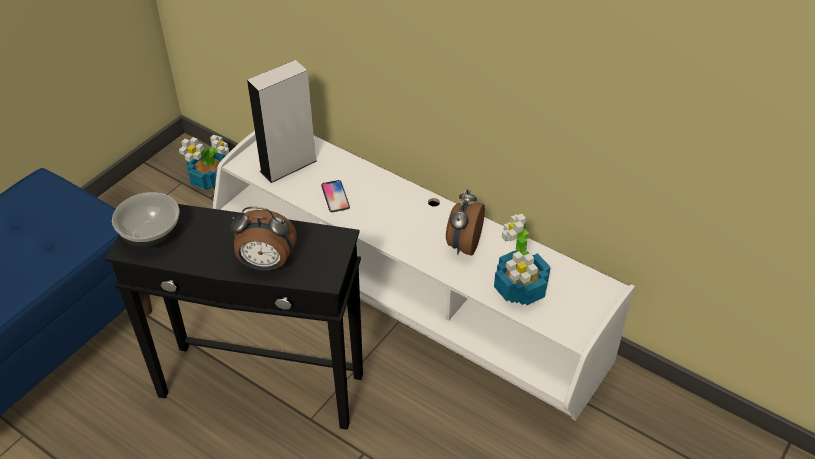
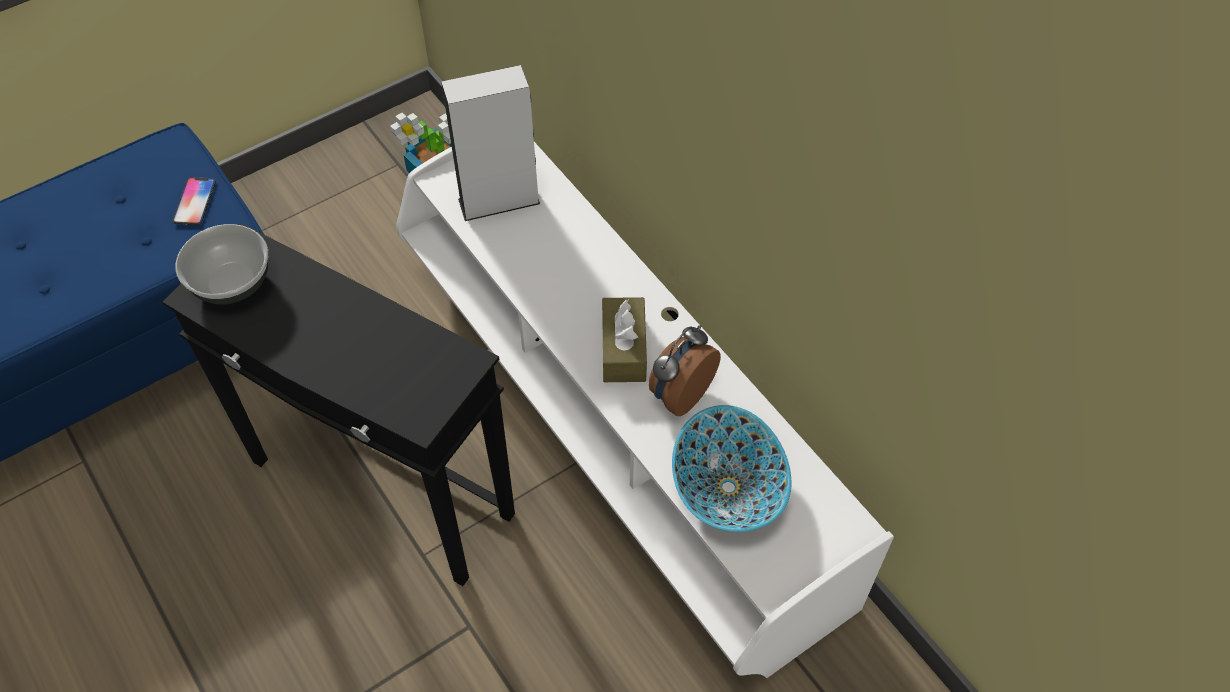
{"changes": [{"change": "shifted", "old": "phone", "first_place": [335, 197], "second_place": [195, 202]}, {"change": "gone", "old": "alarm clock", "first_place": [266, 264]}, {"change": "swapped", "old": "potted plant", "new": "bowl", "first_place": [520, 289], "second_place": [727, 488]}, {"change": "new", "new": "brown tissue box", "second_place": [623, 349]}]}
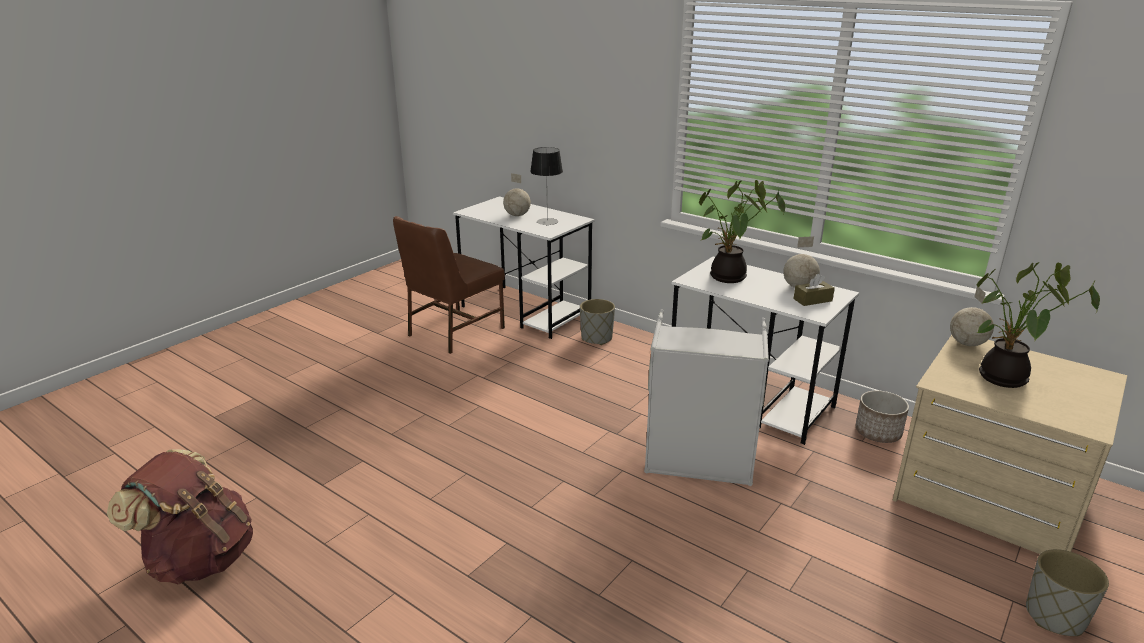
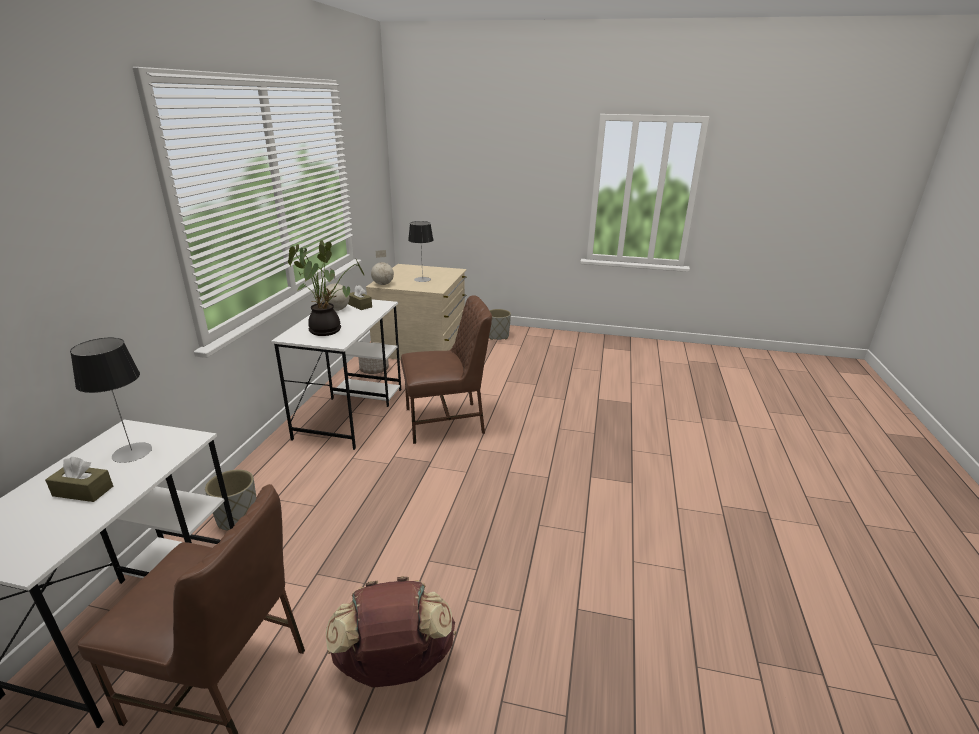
{"changes": [{"change": "swapped", "old": "globe", "new": "brown tissue box", "first_place": [517, 215], "second_place": [83, 491]}, {"change": "swapped", "old": "potted plant", "new": "table lamp", "first_place": [1004, 380], "second_place": [422, 279]}, {"change": "swapped", "old": "grey laundry basket", "new": "brown chair", "first_place": [698, 462], "second_place": [446, 421]}, {"change": "shifted", "old": "brown backpack", "first_place": [200, 558], "second_place": [395, 666]}]}
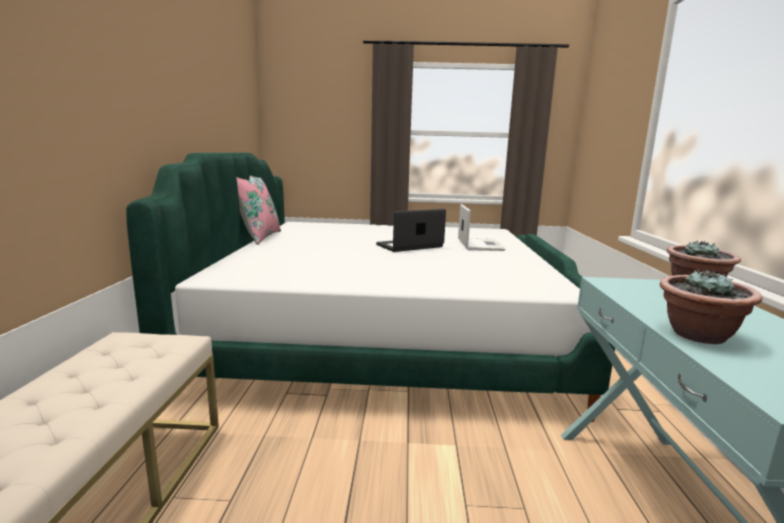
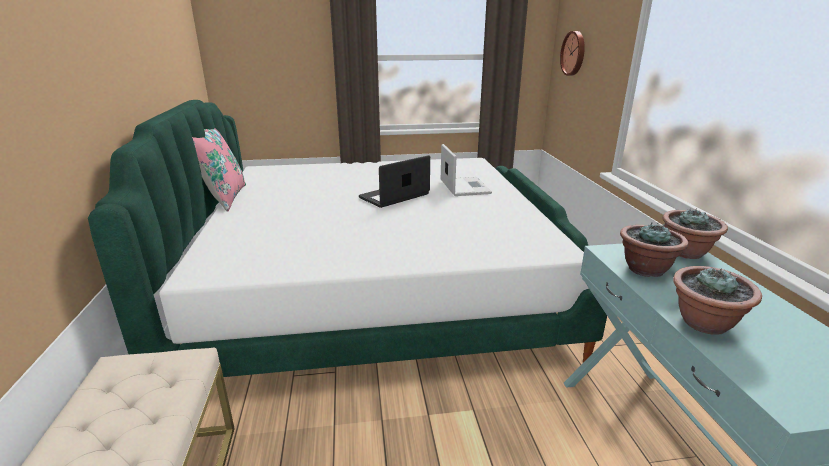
{"changes": [{"change": "new", "new": "wall clock", "second_place": [574, 53]}, {"change": "new", "new": "potted plant", "second_place": [645, 269]}]}
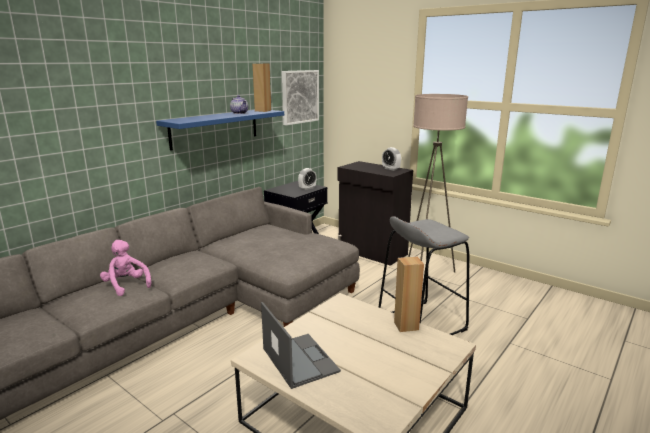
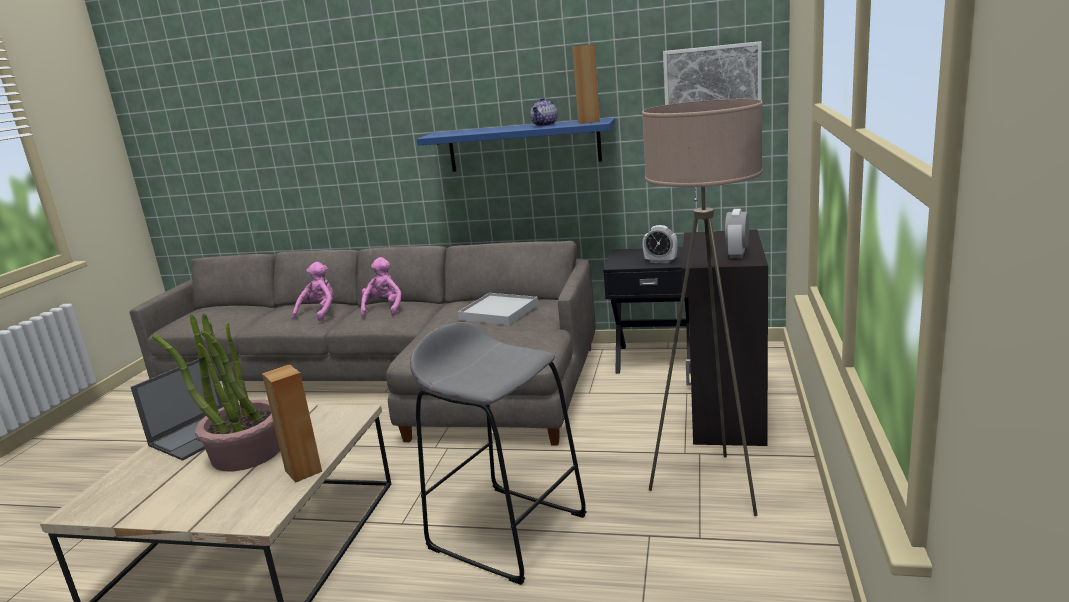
{"changes": [{"change": "new", "new": "pink plush toy", "second_place": [384, 309]}, {"change": "new", "new": "white tray", "second_place": [499, 312]}, {"change": "new", "new": "potted plant", "second_place": [246, 453]}]}
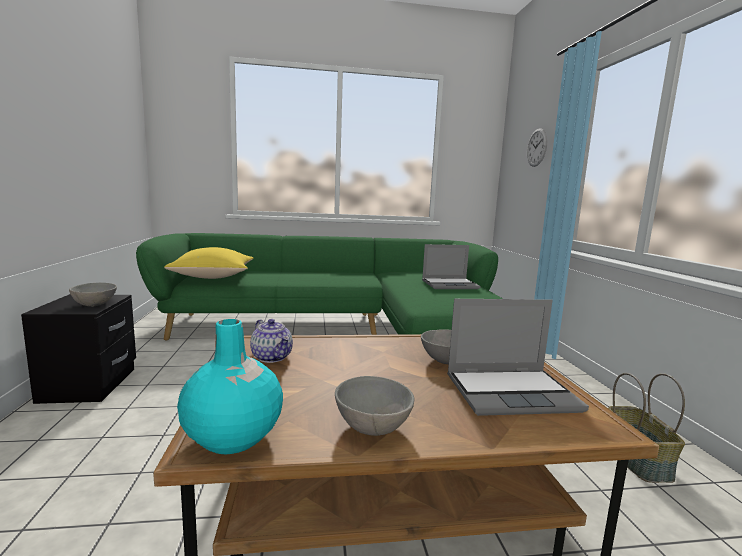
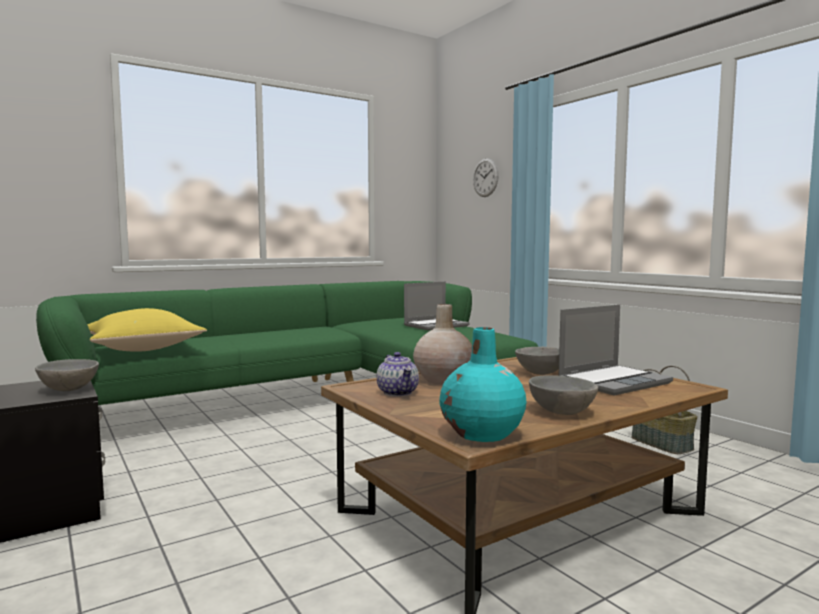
{"changes": [{"change": "rotated", "old": "teapot", "first_place": [272, 357], "second_place": [398, 392], "degrees": 45}, {"change": "new", "new": "beige vase", "second_place": [443, 379]}]}
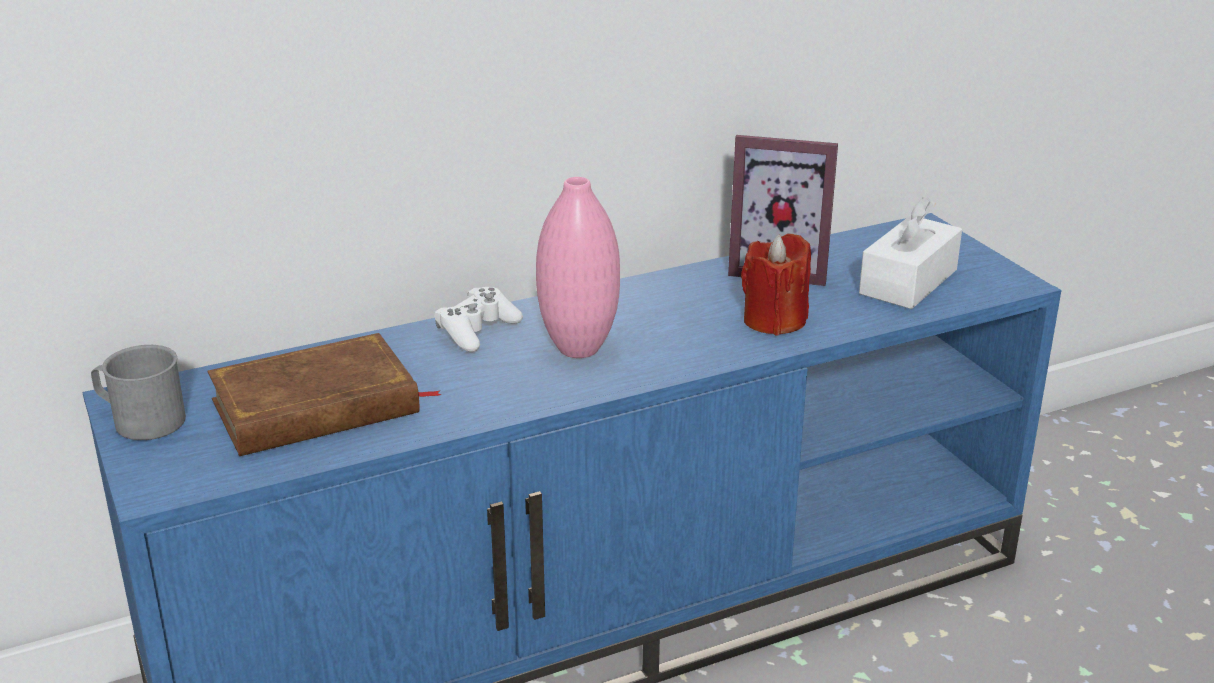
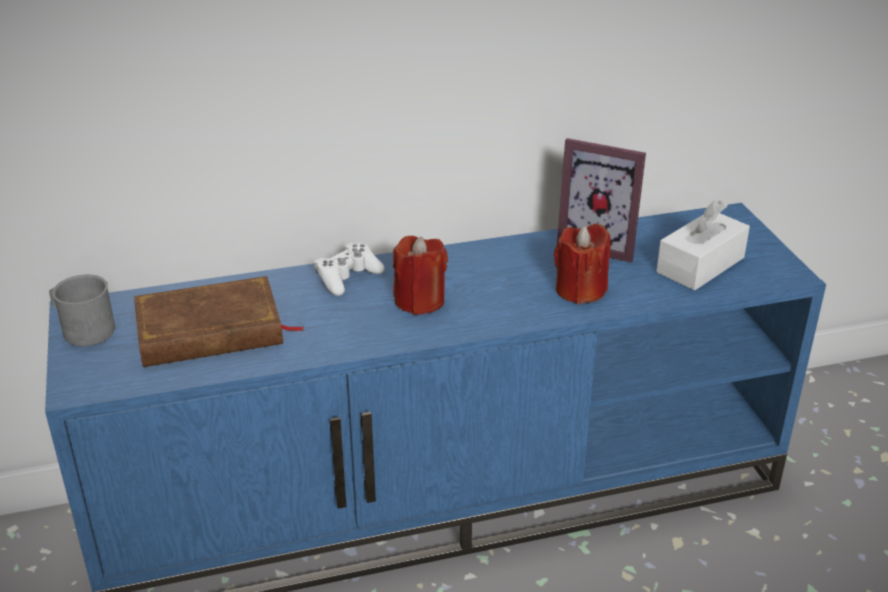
{"changes": [{"change": "swapped", "old": "pink vase", "new": "red candle", "first_place": [578, 349], "second_place": [419, 300]}]}
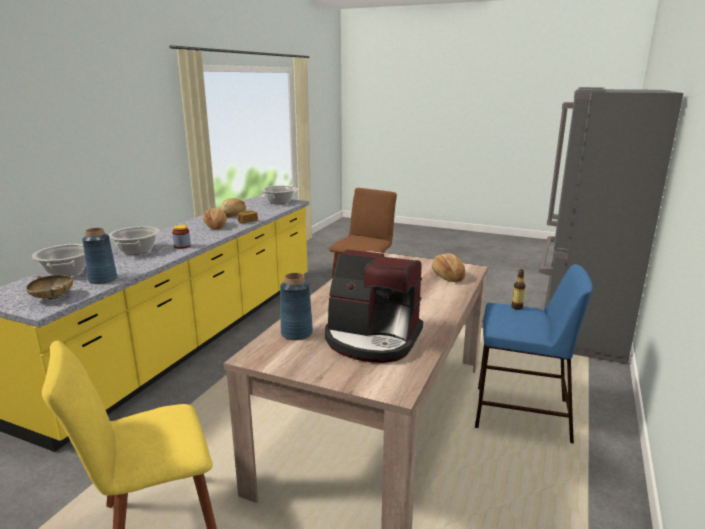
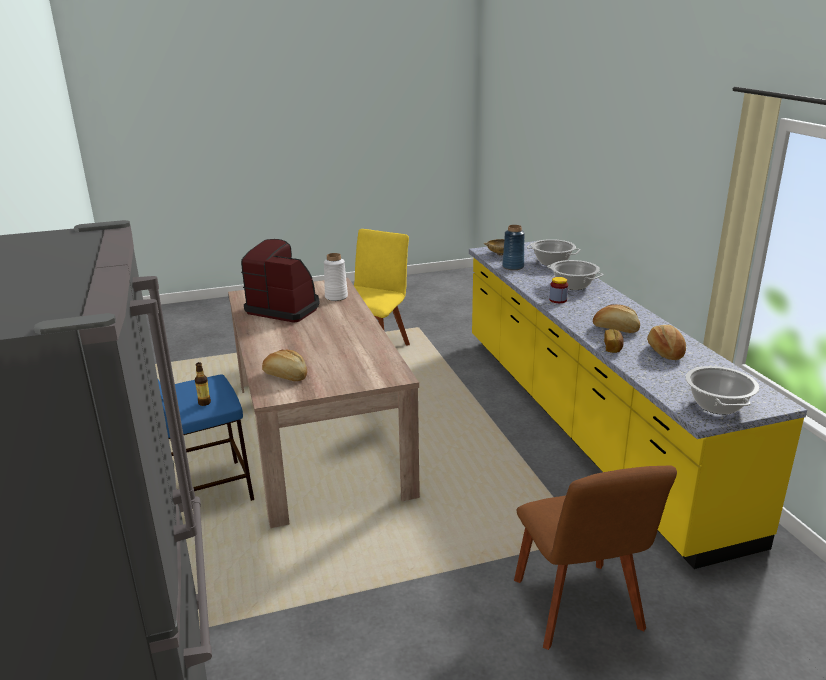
{"changes": [{"change": "rotated", "old": "coffee machine", "first_place": [372, 339], "second_place": [285, 308], "degrees": 45}, {"change": "repainted", "old": "blue vase", "new": "white vase", "first_place": [297, 333], "second_place": [336, 297]}]}
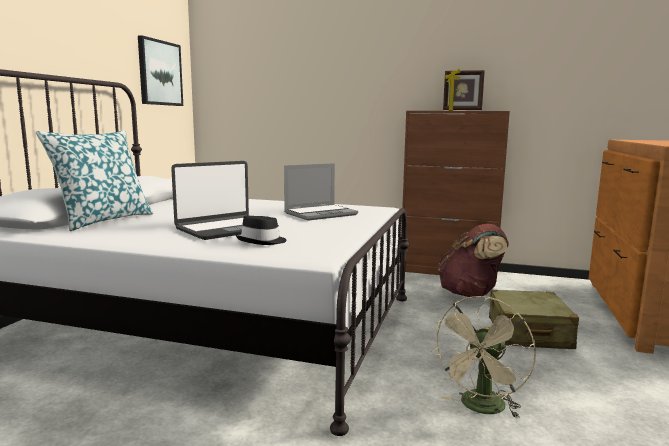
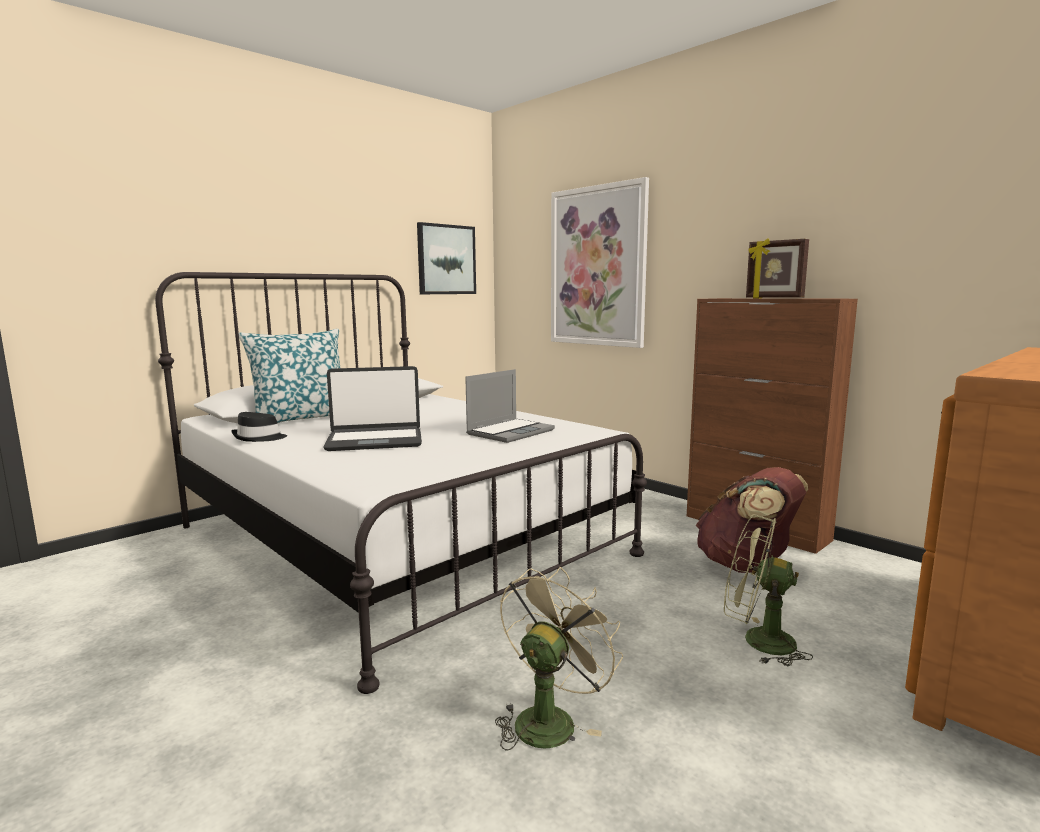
{"changes": [{"change": "rotated", "old": "laptop", "first_place": [321, 214], "second_place": [510, 432], "degrees": -45}, {"change": "shifted", "old": "black hat", "first_place": [262, 241], "second_place": [259, 438]}, {"change": "swapped", "old": "beige suitcase", "new": "green fan", "first_place": [528, 333], "second_place": [757, 641]}, {"change": "rotated", "old": "beige fan", "first_place": [481, 408], "second_place": [549, 718], "degrees": 150}, {"change": "new", "new": "picture", "second_place": [597, 267]}]}
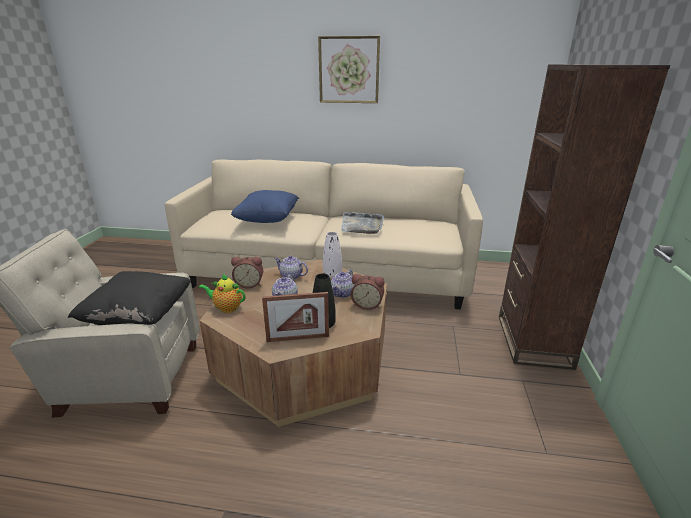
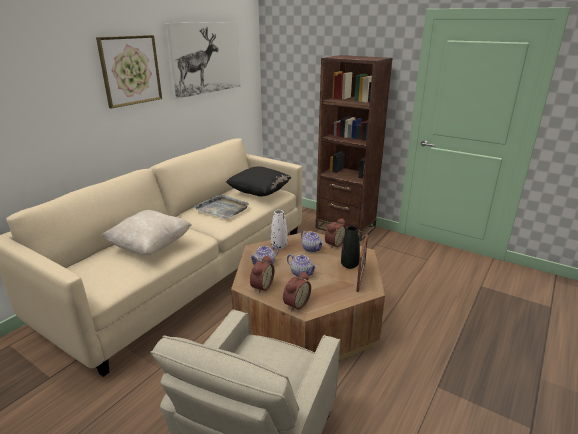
{"changes": [{"change": "repainted", "old": "blue pillow", "new": "beige pillow", "first_place": [267, 220], "second_place": [150, 246]}, {"change": "shifted", "old": "black pillow", "first_place": [139, 317], "second_place": [259, 193]}, {"change": "swapped", "old": "teapot", "new": "alarm clock", "first_place": [226, 308], "second_place": [295, 304]}, {"change": "new", "new": "picture", "second_place": [205, 58]}]}
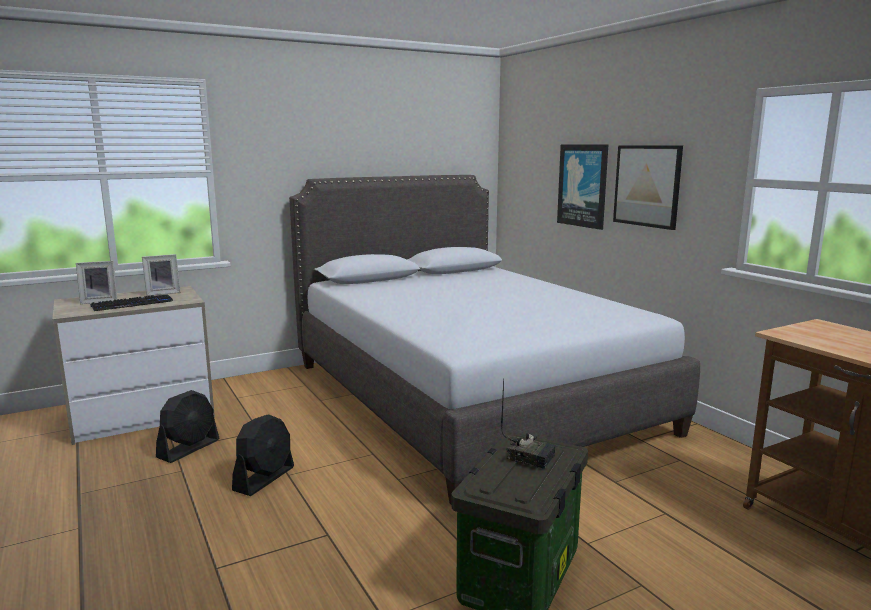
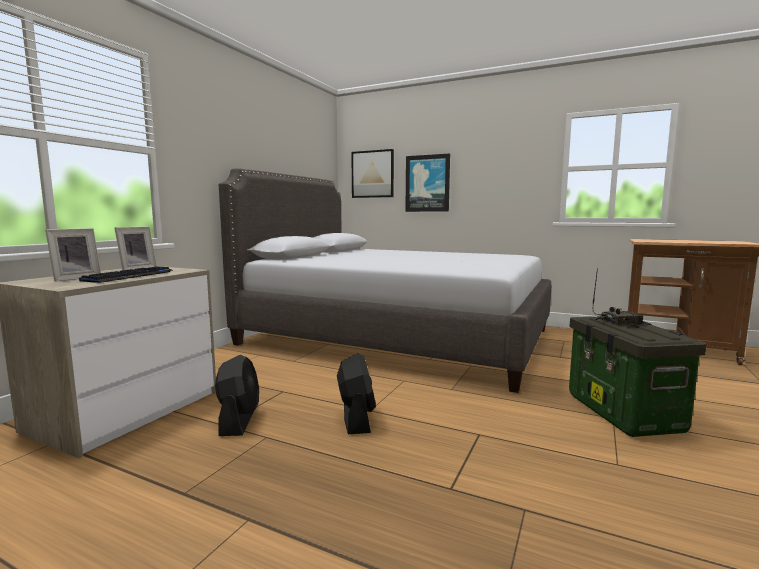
{"changes": [{"change": "shifted", "old": "picture", "first_place": [647, 186], "second_place": [372, 174]}]}
